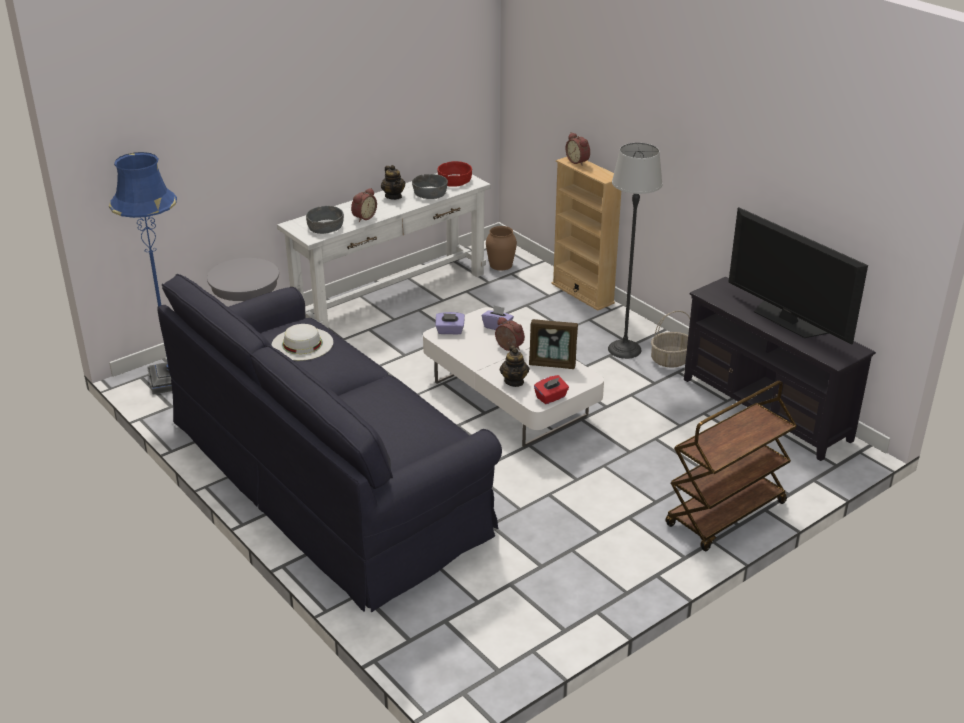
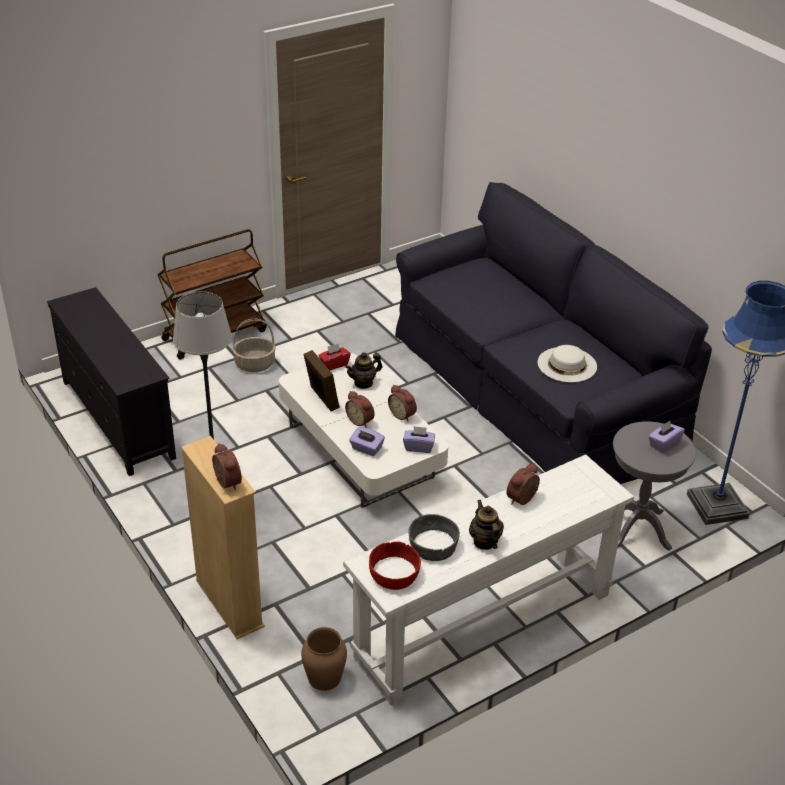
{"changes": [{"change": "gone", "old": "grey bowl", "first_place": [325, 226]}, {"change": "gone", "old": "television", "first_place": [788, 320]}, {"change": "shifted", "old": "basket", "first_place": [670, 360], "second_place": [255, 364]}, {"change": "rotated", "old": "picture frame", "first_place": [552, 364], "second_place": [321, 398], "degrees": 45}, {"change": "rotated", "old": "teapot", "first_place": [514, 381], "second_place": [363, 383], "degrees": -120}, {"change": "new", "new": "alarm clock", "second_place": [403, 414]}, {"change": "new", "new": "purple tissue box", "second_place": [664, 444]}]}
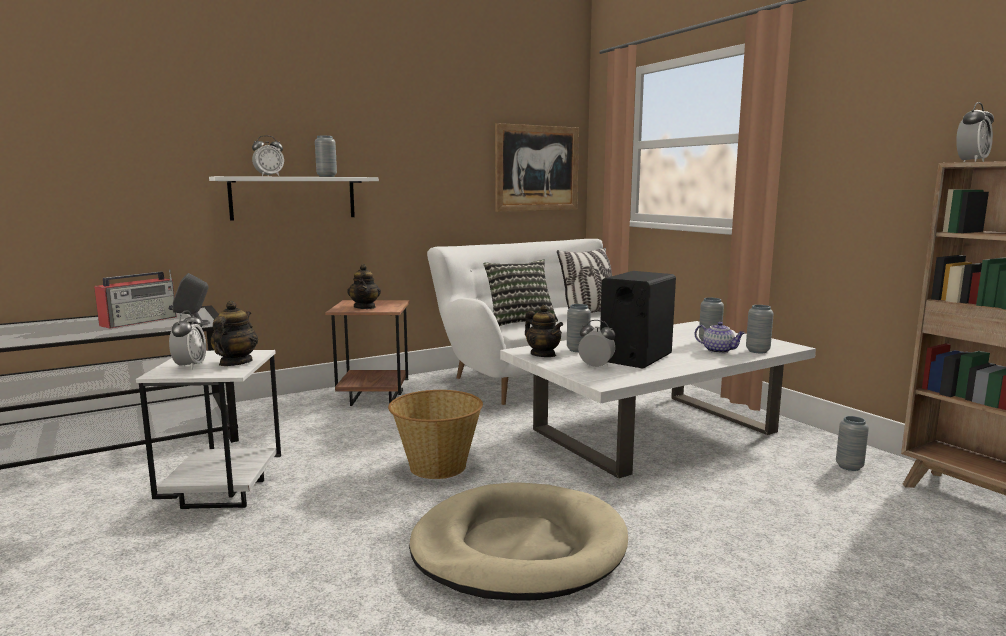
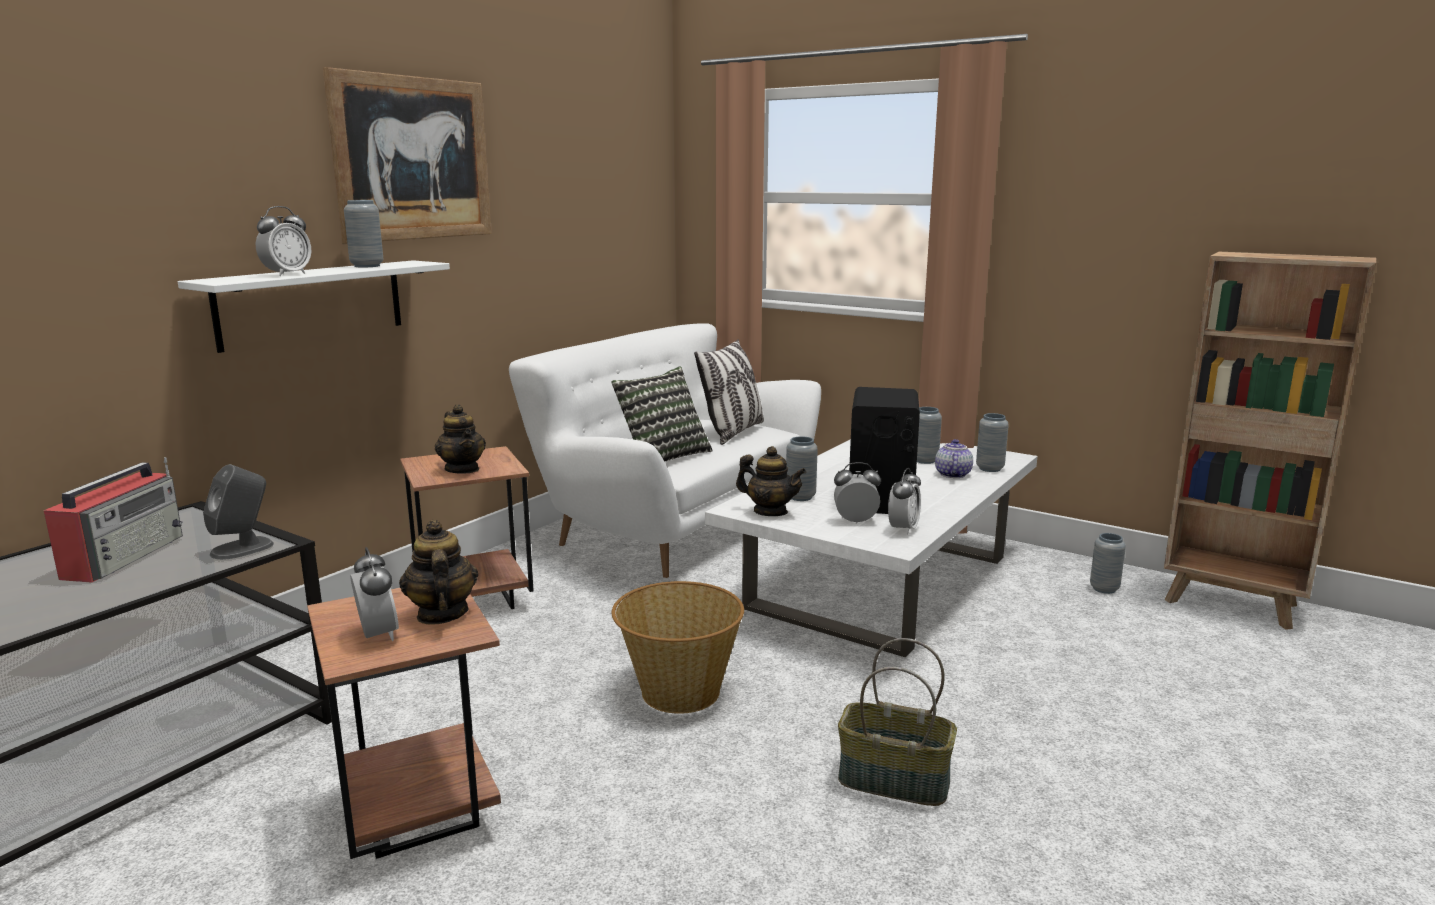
{"changes": [{"change": "shifted", "old": "alarm clock", "first_place": [971, 162], "second_place": [903, 529]}, {"change": "shifted", "old": "picture", "first_place": [537, 168], "second_place": [413, 159]}, {"change": "rotated", "old": "teapot", "first_place": [718, 351], "second_place": [951, 474], "degrees": -90}, {"change": "repainted", "old": "white side table", "new": "brown side table", "first_place": [221, 495], "second_place": [417, 817]}, {"change": "swapped", "old": "beige dog bed", "new": "basket", "first_place": [518, 548], "second_place": [892, 782]}]}
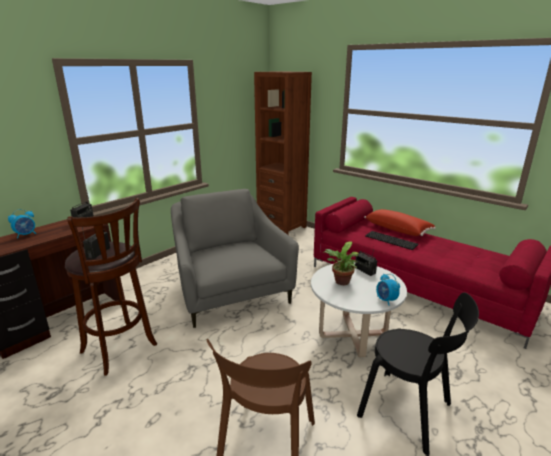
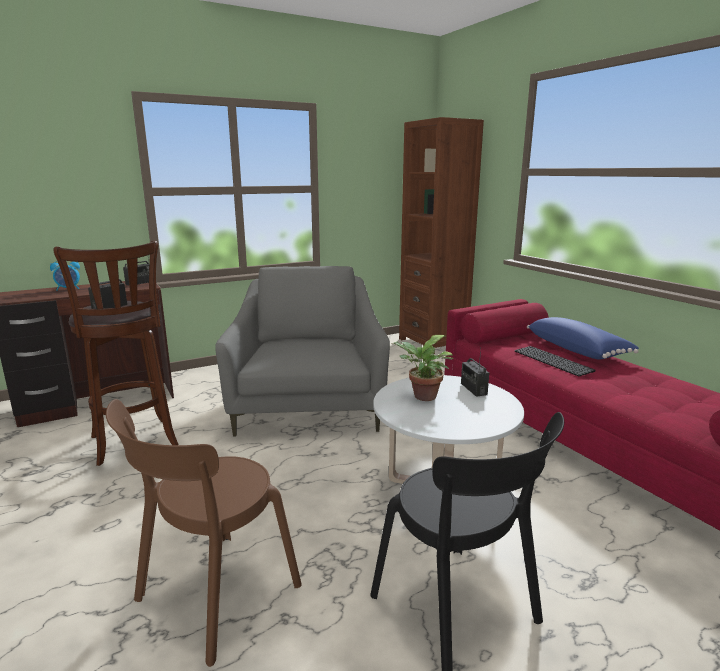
{"changes": [{"change": "repainted", "old": "red pillow", "new": "blue pillow", "first_place": [398, 229], "second_place": [577, 350]}, {"change": "gone", "old": "alarm clock", "first_place": [386, 300]}]}
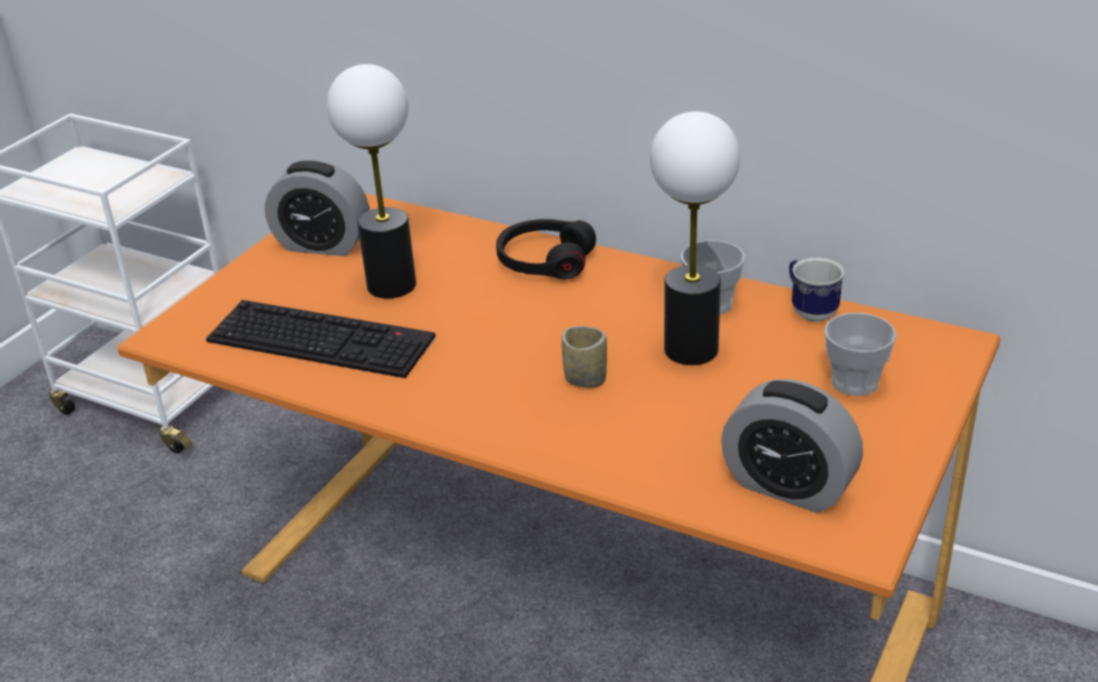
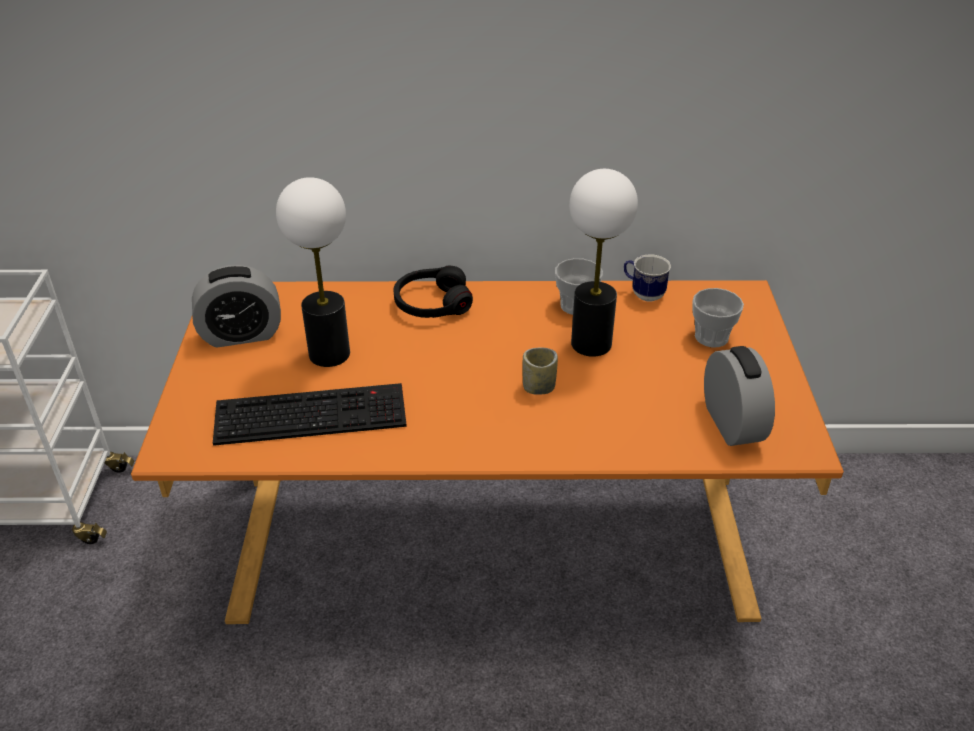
{"changes": [{"change": "rotated", "old": "alarm clock", "first_place": [788, 486], "second_place": [732, 423], "degrees": -105}]}
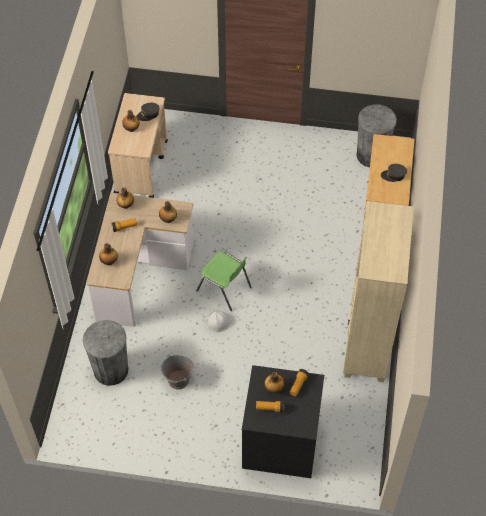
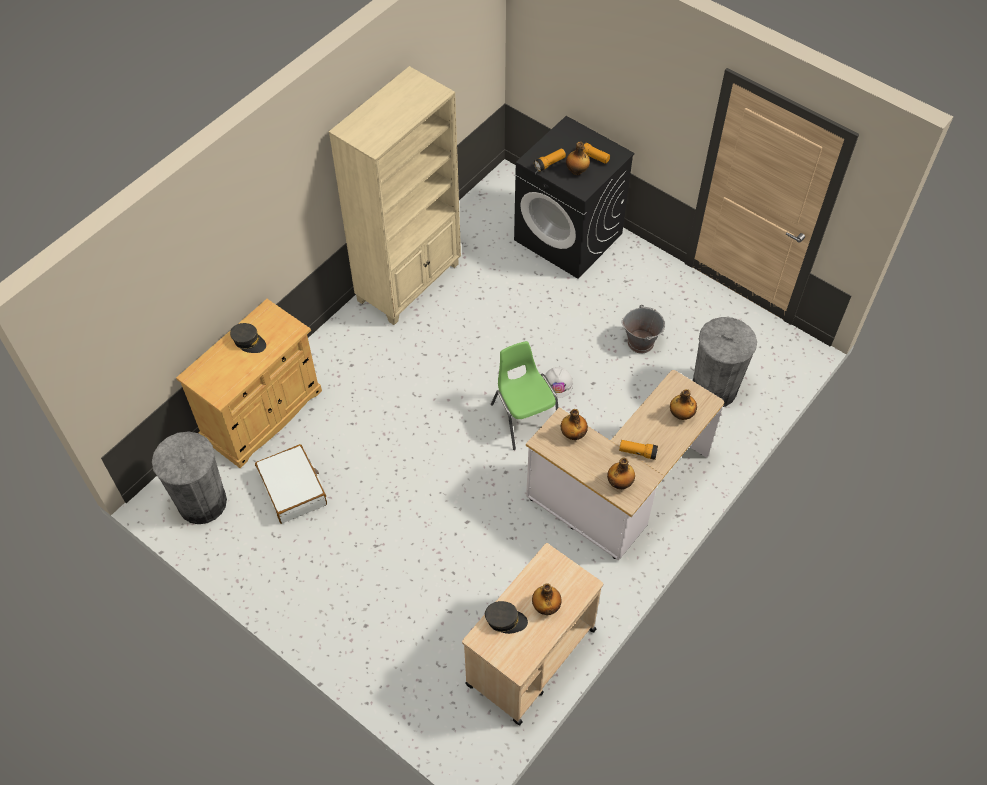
{"changes": [{"change": "new", "new": "white suitcase", "second_place": [293, 489]}]}
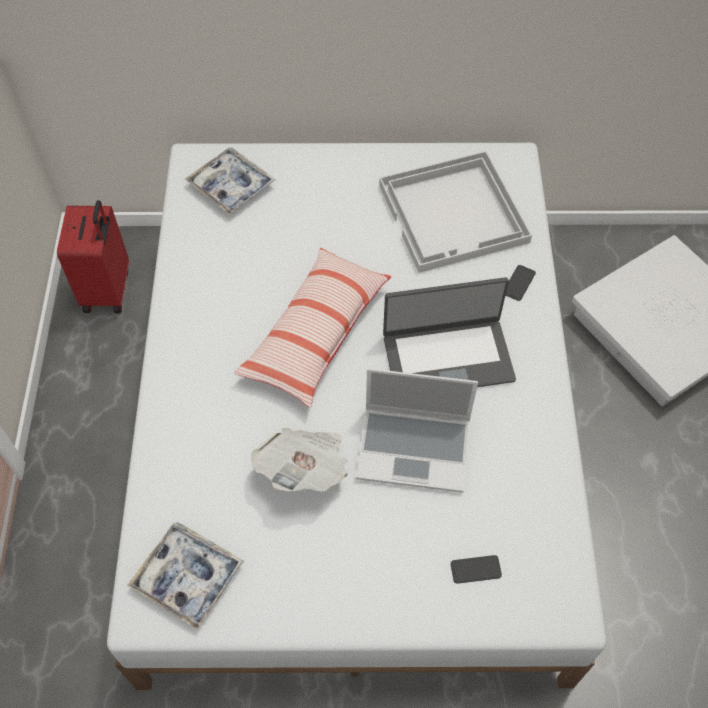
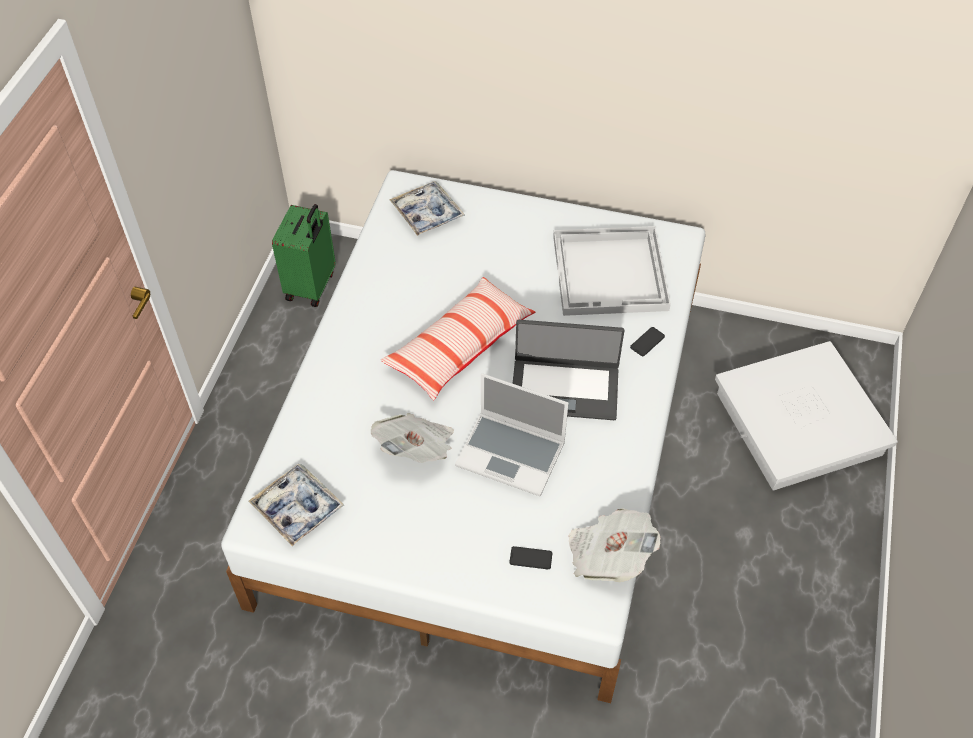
{"changes": [{"change": "repainted", "old": "red suitcase", "new": "green suitcase", "first_place": [108, 290], "second_place": [312, 286]}, {"change": "new", "new": "newspaper", "second_place": [608, 555]}]}
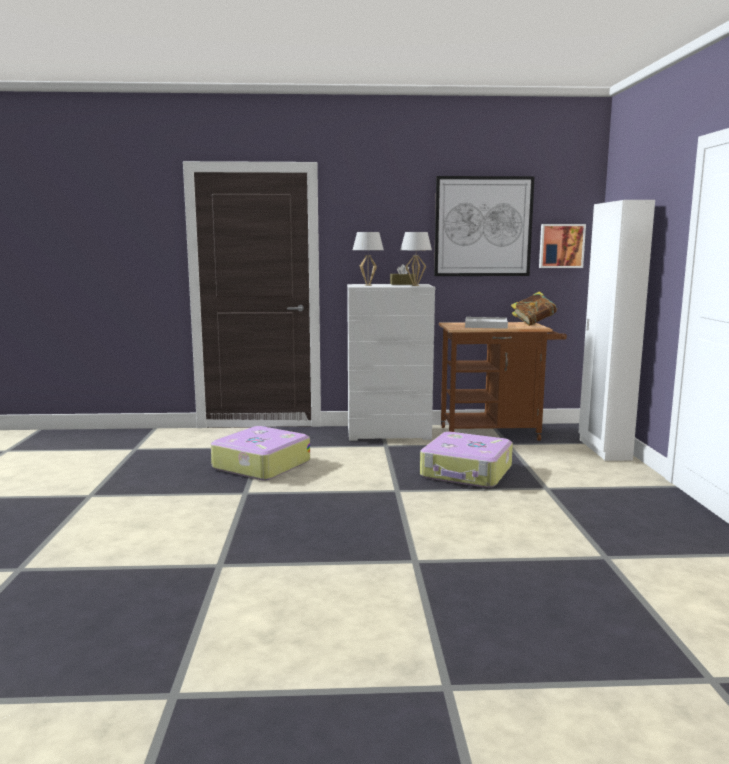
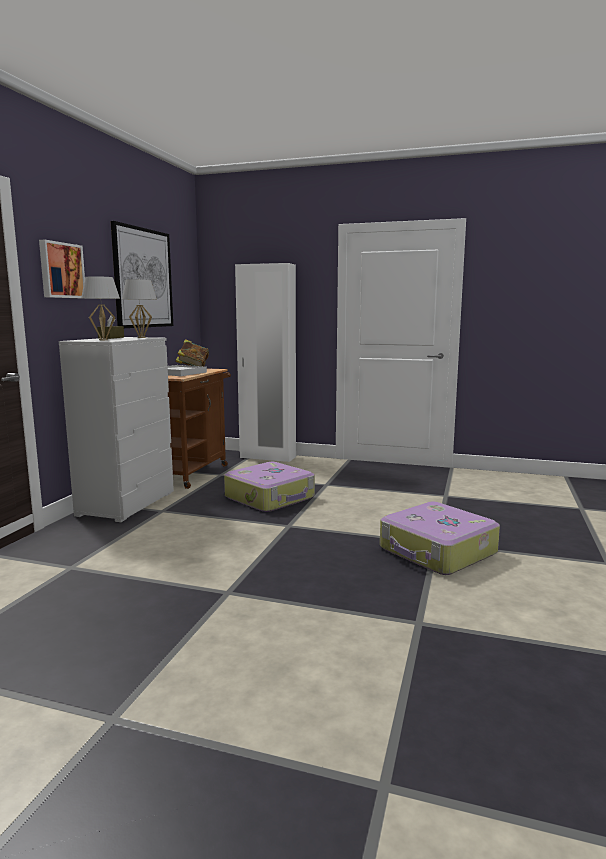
{"changes": [{"change": "shifted", "old": "picture", "first_place": [561, 246], "second_place": [61, 270]}, {"change": "shifted", "old": "suitcase", "first_place": [260, 465], "second_place": [437, 551]}]}
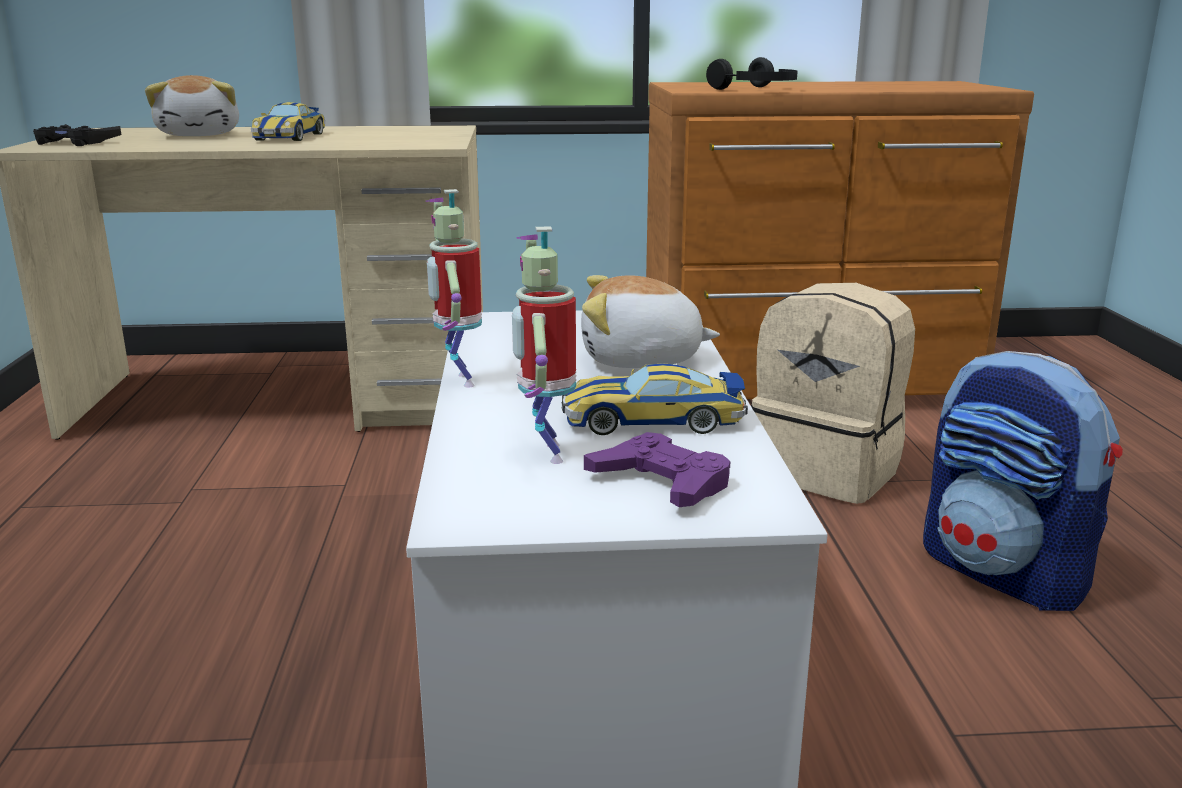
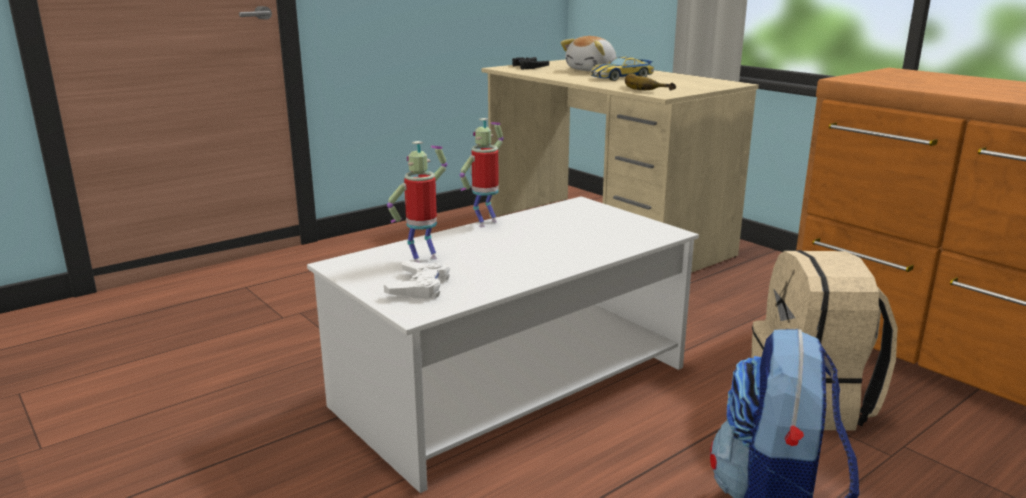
{"changes": [{"change": "gone", "old": "black headphones", "first_place": [758, 89]}, {"change": "gone", "old": "plush toy", "first_place": [641, 360]}, {"change": "gone", "old": "toy car", "first_place": [653, 420]}, {"change": "repainted", "old": "purple game controller", "new": "white game controller", "first_place": [661, 482], "second_place": [419, 286]}, {"change": "new", "new": "banana", "second_place": [649, 88]}]}
